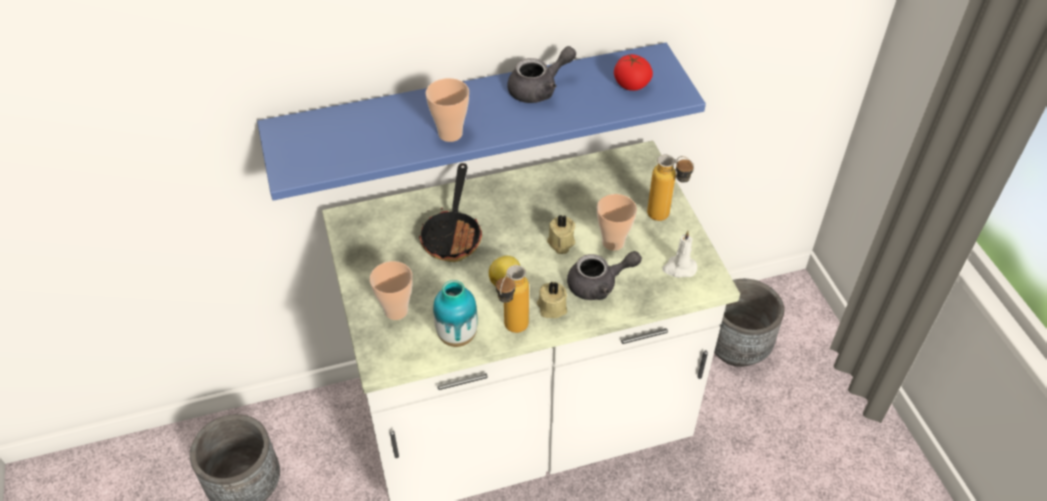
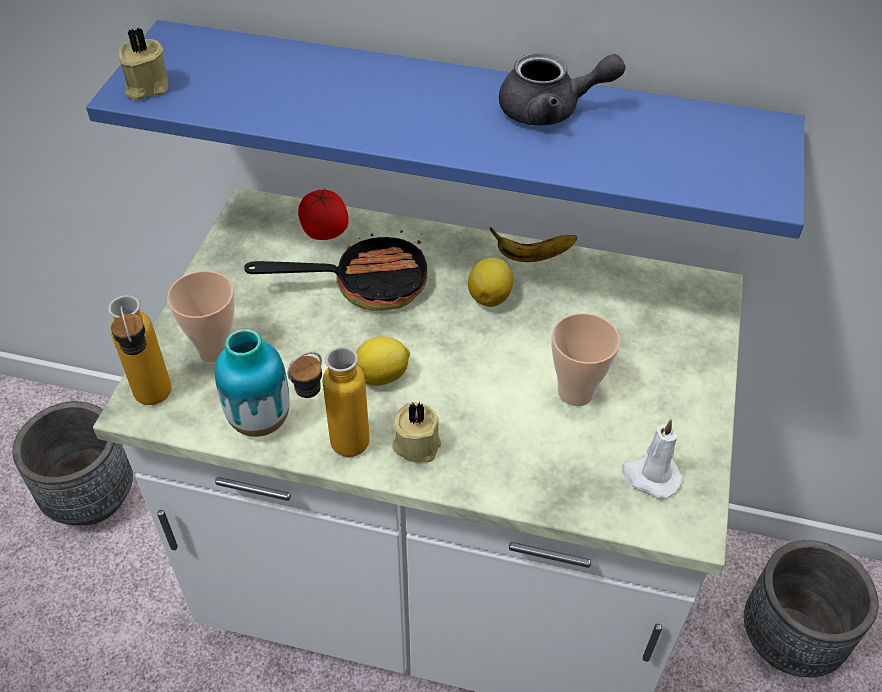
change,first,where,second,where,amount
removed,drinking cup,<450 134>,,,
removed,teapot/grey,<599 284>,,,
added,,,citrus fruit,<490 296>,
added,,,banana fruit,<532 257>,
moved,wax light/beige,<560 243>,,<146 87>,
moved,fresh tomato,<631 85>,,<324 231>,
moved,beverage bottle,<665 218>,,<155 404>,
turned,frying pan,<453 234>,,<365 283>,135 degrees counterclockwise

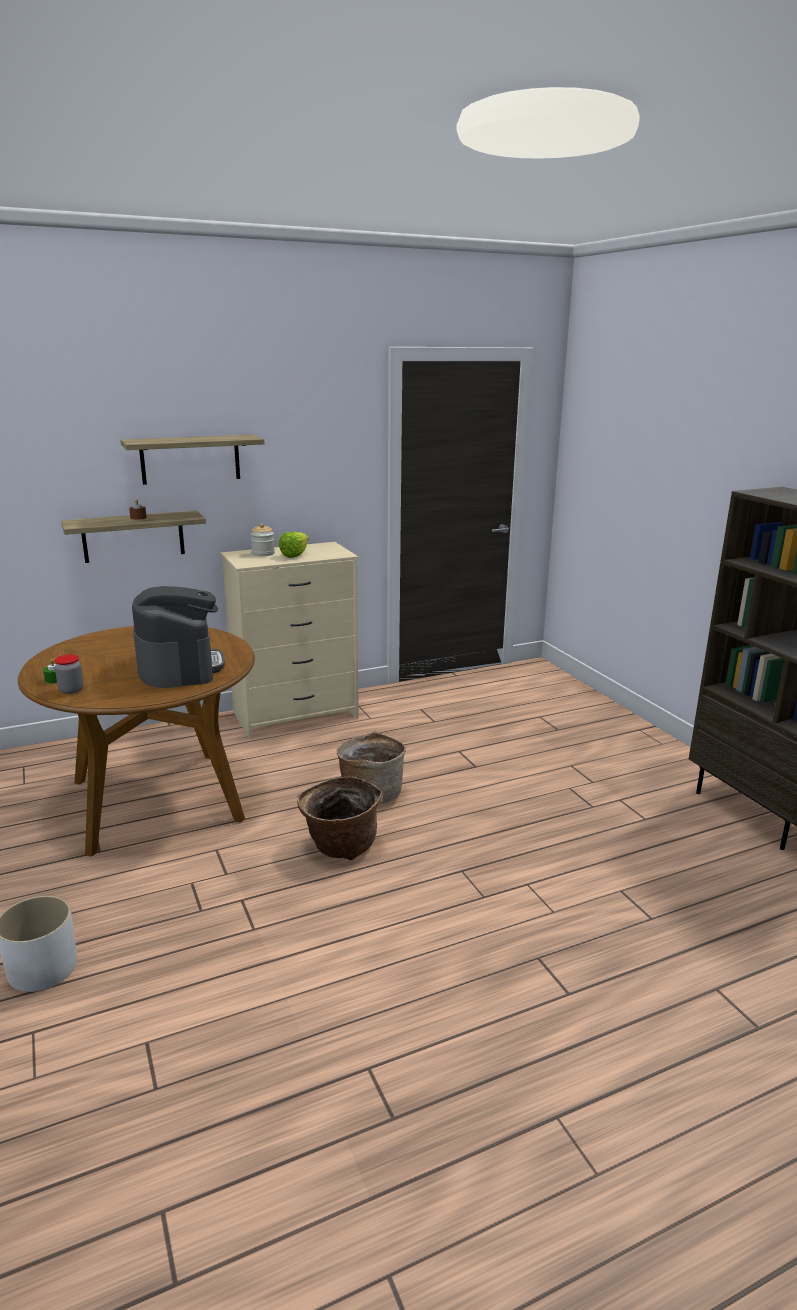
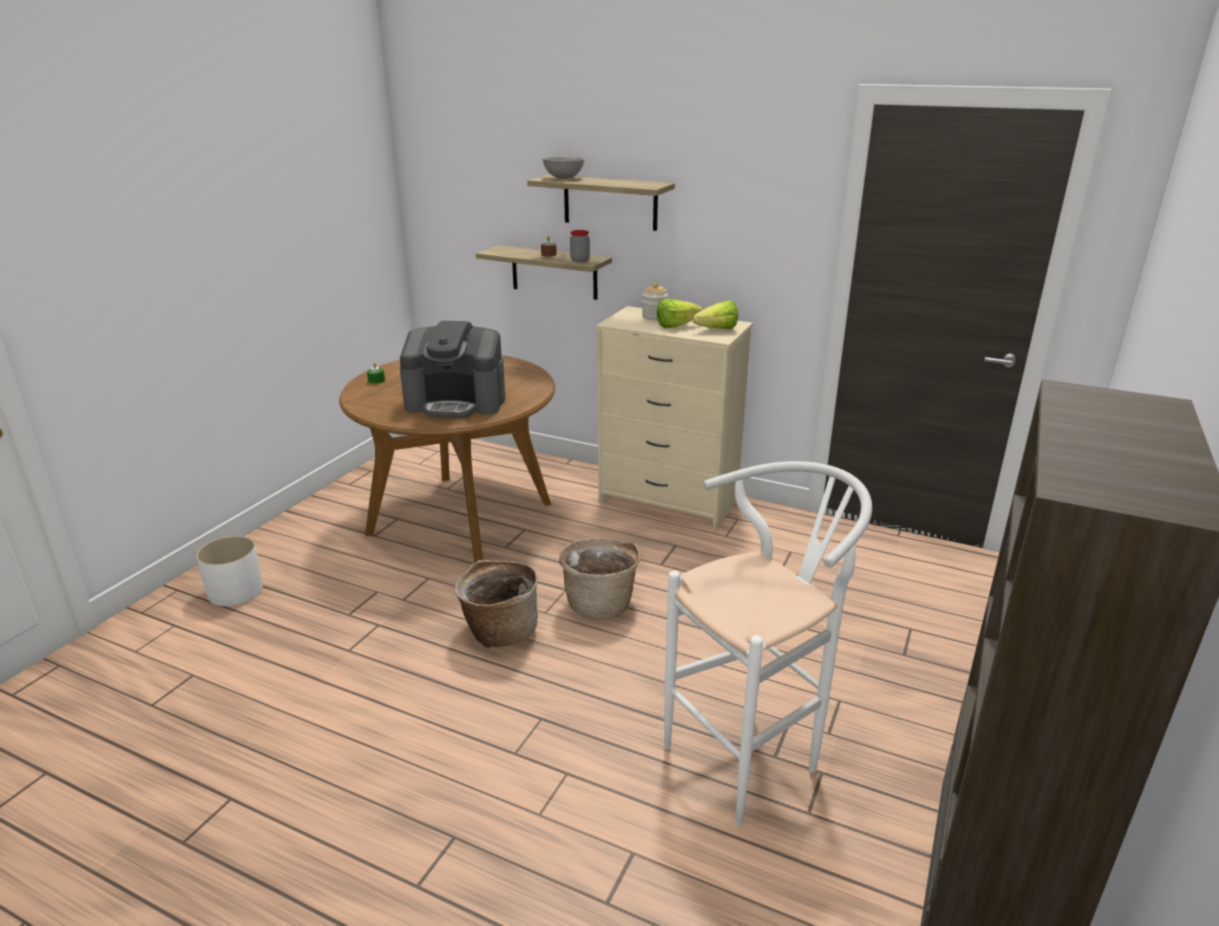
change,first,where,second,where,amount
added,,,serving bowl/grey,<563 178>,
added,,,stool/white,<753 756>,
added,,,lettuce,<713 330>,
moved,jar,<71 690>,,<580 260>,
turned,coffee machine,<180 667>,,<456 402>,60 degrees clockwise

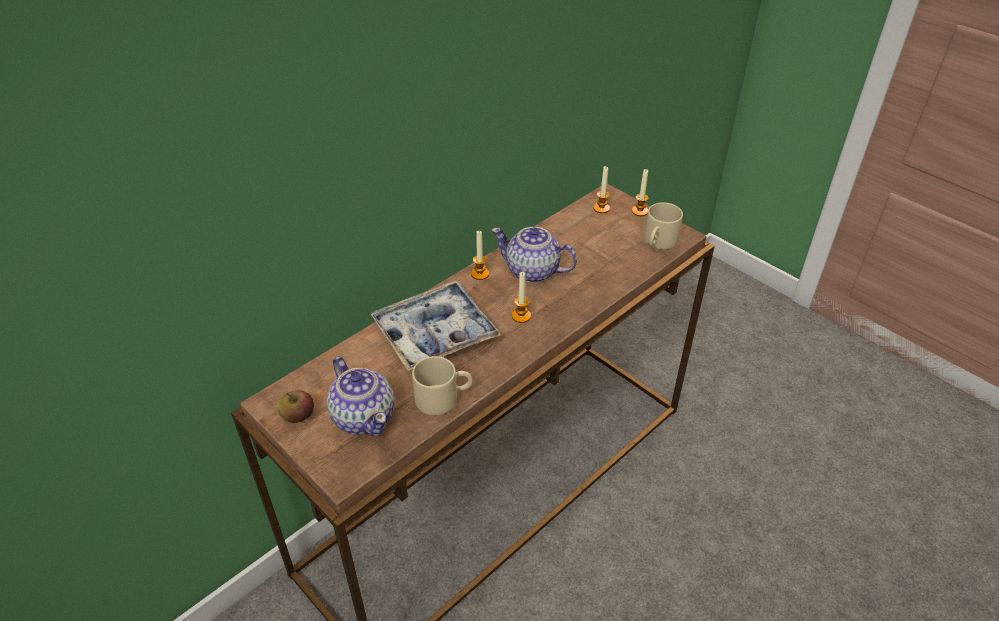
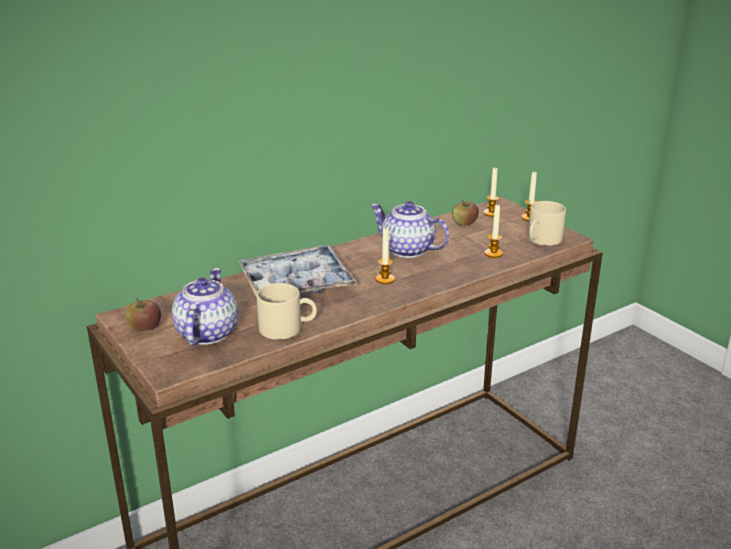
change,first,where,second,where,amount
added,,,apple,<464 224>,
moved,wax light,<480 274>,,<493 253>,
turned,teapot,<364 416>,,<206 334>,150 degrees counterclockwise

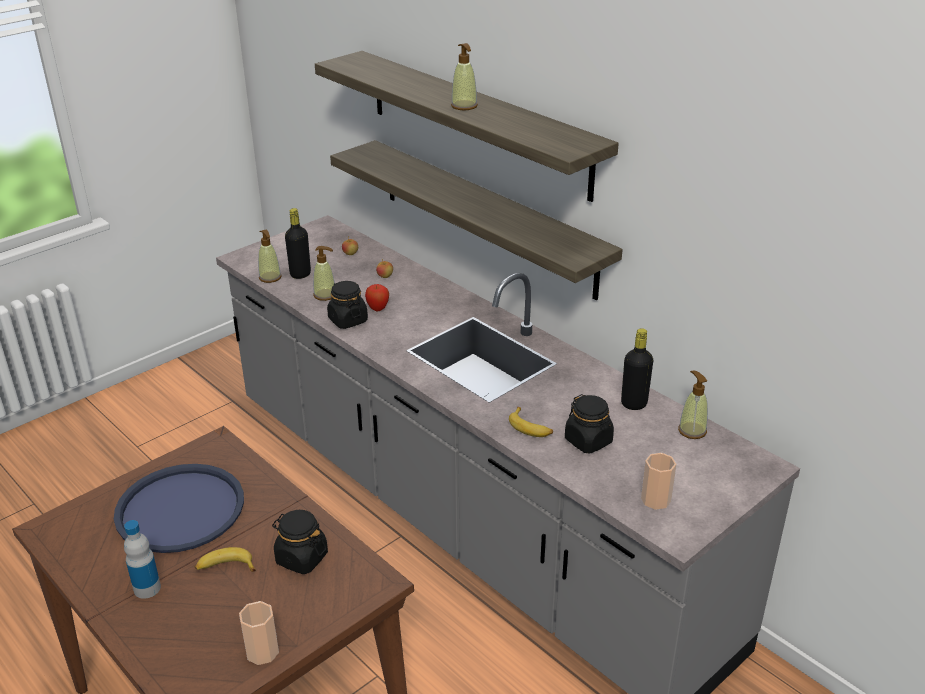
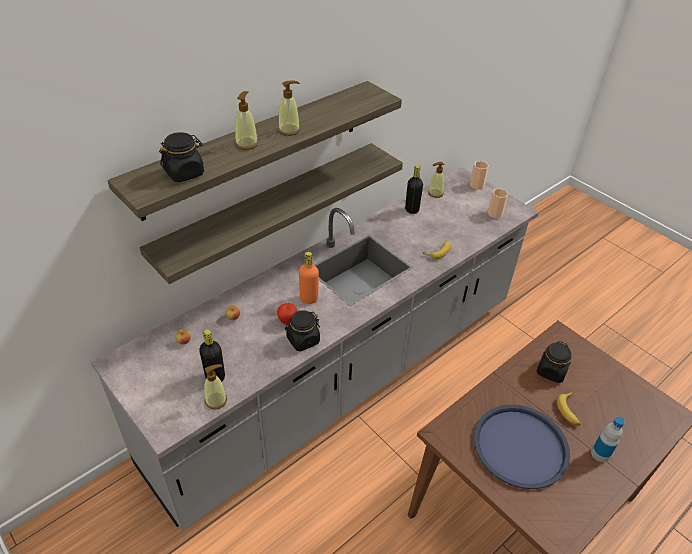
change,first,where,second,where,amount
added,,,beverage bottle/orange-coloured,<309 298>,
moved,drinking cup,<262 651>,,<476 185>,
moved,soap dispenser,<325 295>,,<246 144>,
moved,jar/black-coloured,<588 441>,,<184 173>,

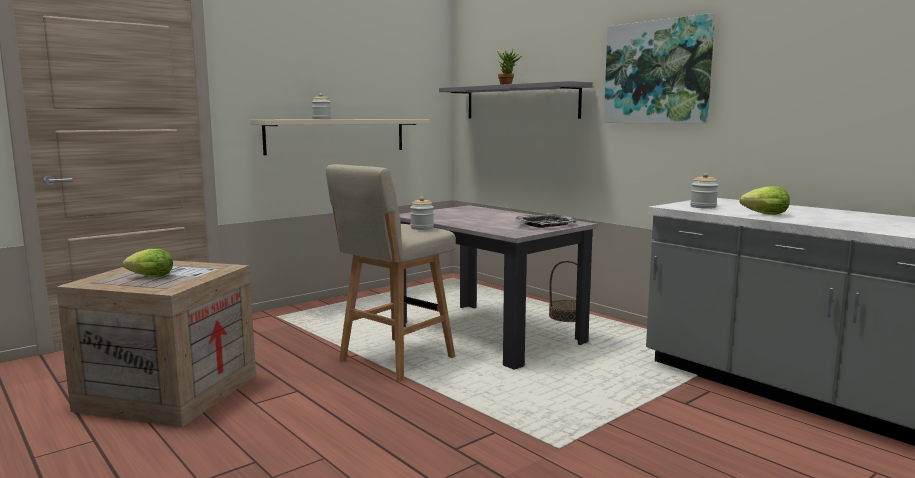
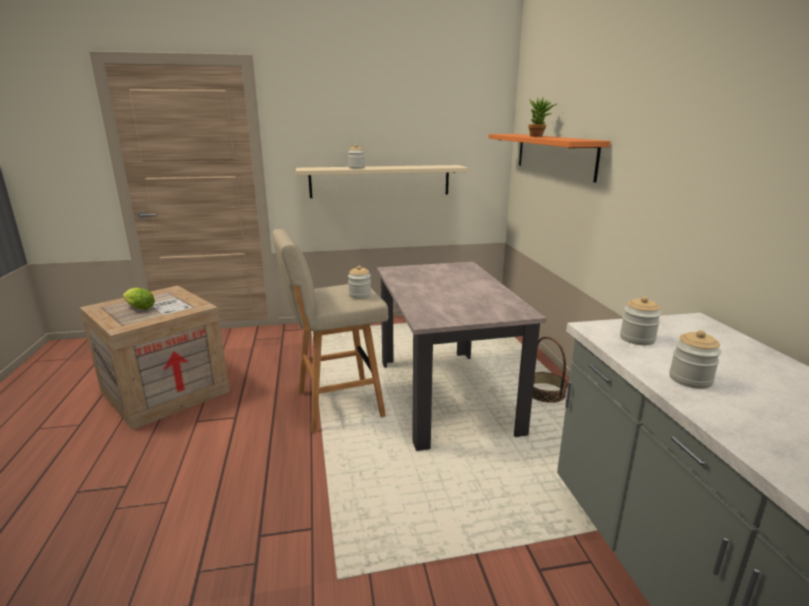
change,first,where,second,where,amount
removed,carrying tray,<545 225>,,,
removed,wall art,<657 72>,,,
replaced,lettuce,<762 214>,jar,<690 379>,
recoloured,bracket shelf/grey,<520 102>,bracket shelf/orange-coloured,<554 154>,

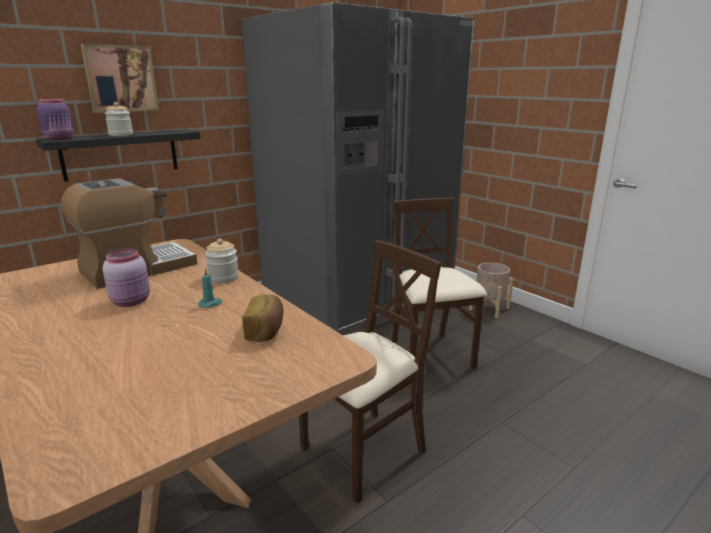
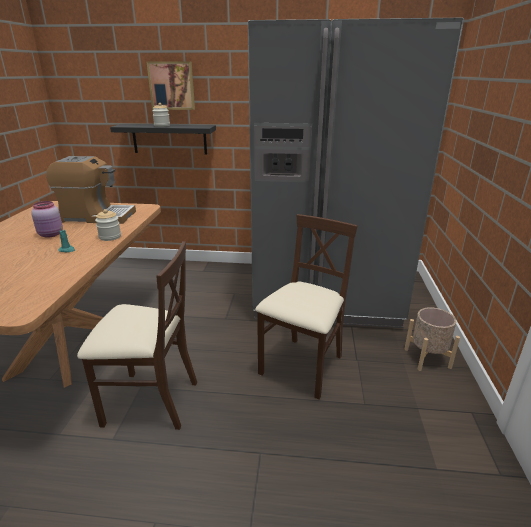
change,first,where,second,where,amount
removed,jar/purple-coloured,<60 138>,,,
removed,bread,<266 331>,,,

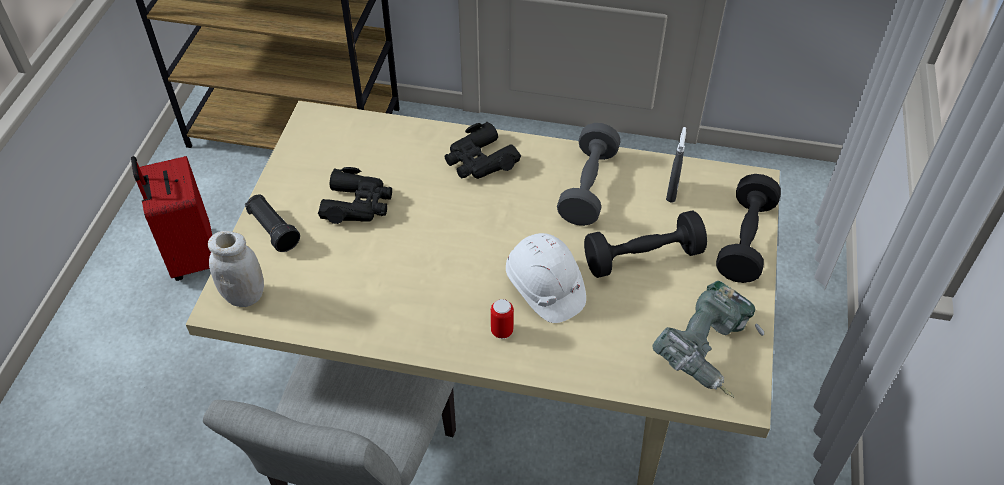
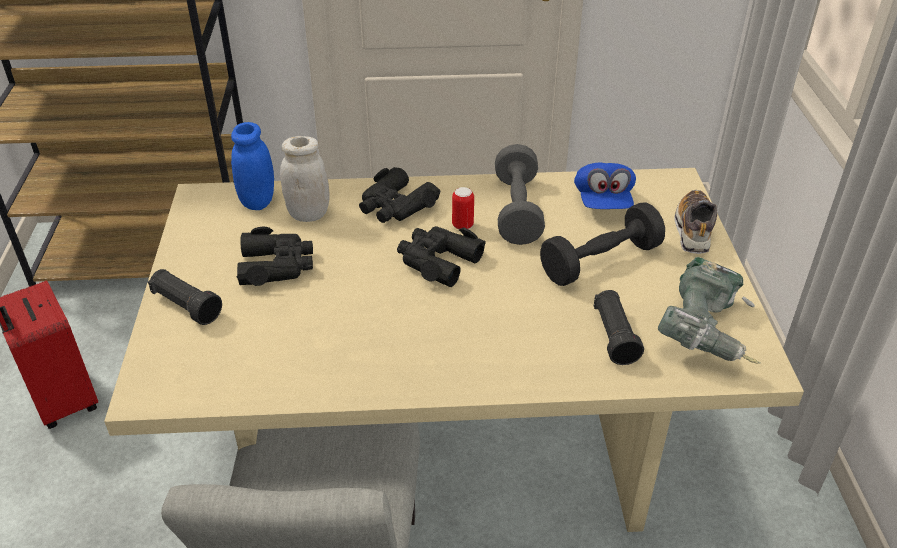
change,first,where,second,where,amount
removed,safety helmet/white,<544 288>,,,
added,,,jar/blue-coloured,<258 201>,
added,,,field glasses/black-coloured,<437 261>,
added,,,torch/black-coloured,<614 336>,
moved,jar/white,<244 295>,,<308 214>,
moved,sealed can,<502 331>,,<462 225>,
replaced,sprayer/grey,<672 192>,baseball cap/blue-coloured,<602 202>,
replaced,free weight/black-coloured,<745 241>,item of footwear,<693 230>,

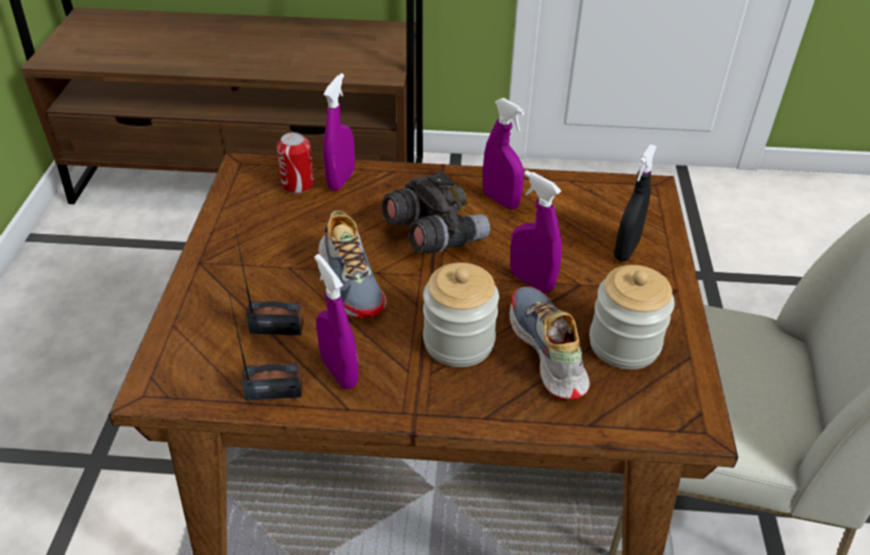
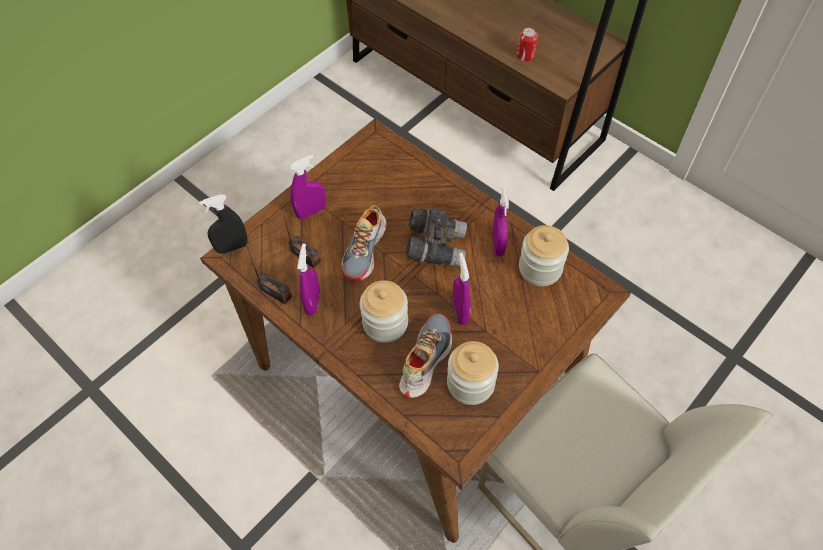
change,first,where,second,where,amount
added,,,jar,<540 268>,
moved,sealed can,<298 184>,,<525 56>,
moved,sprayer/purple-coloured,<341 180>,,<311 212>,
moved,sprayer/black-coloured,<626 250>,,<232 247>,

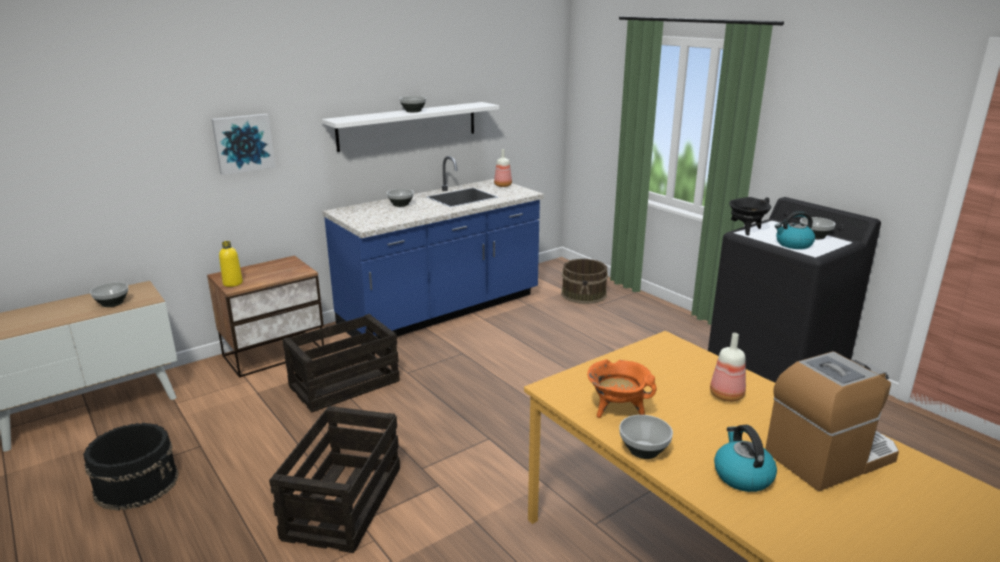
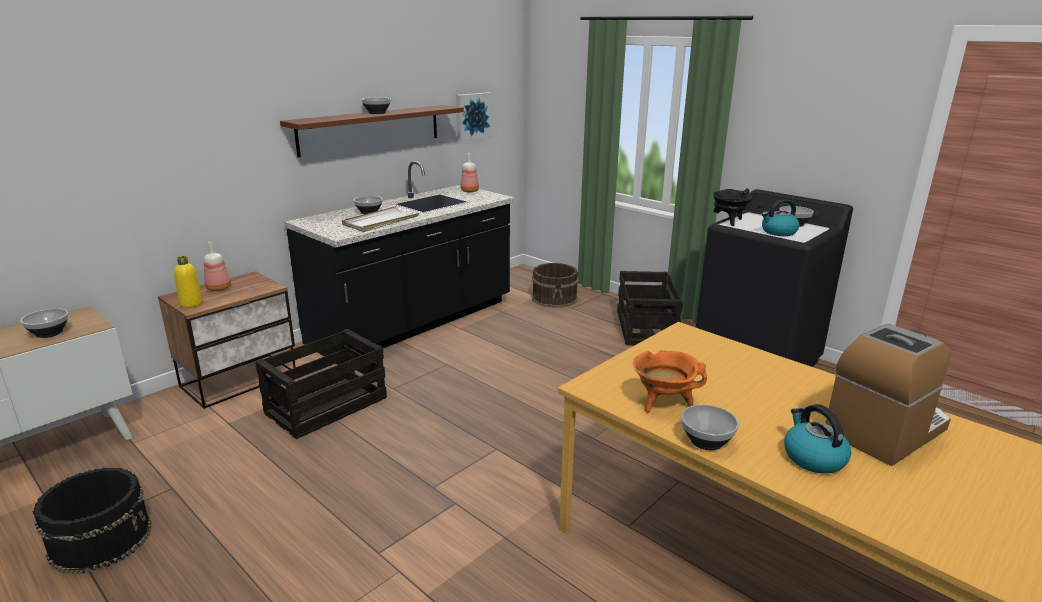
change,first,where,second,where,amount
added,,,carrying tray/white,<380 222>,
moved,wall art,<243 143>,,<472 116>,
moved,packing crate,<343 502>,,<645 327>,
moved,beverage bottle,<726 395>,,<219 288>,
recoloured,bracket shelf/white,<408 126>,bracket shelf/brown-coloured,<371 129>,
recoloured,kitchen counter/blue-coloured,<441 310>,kitchen counter/black-coloured,<414 323>,

